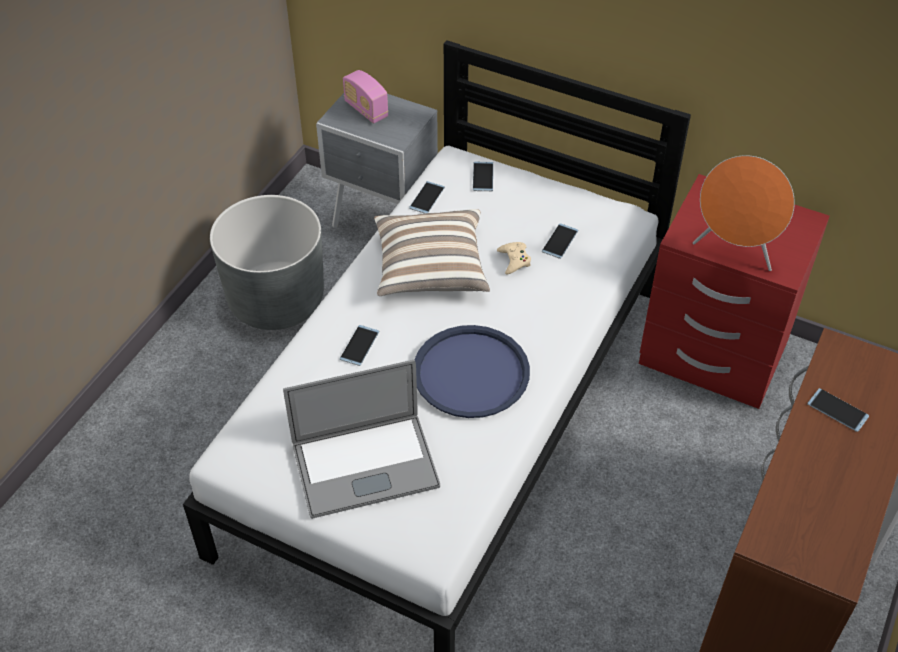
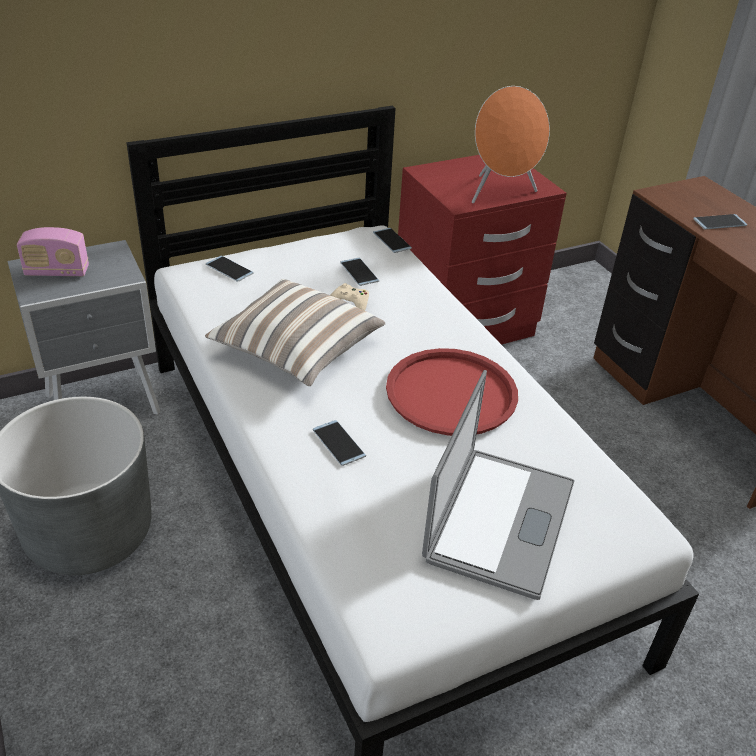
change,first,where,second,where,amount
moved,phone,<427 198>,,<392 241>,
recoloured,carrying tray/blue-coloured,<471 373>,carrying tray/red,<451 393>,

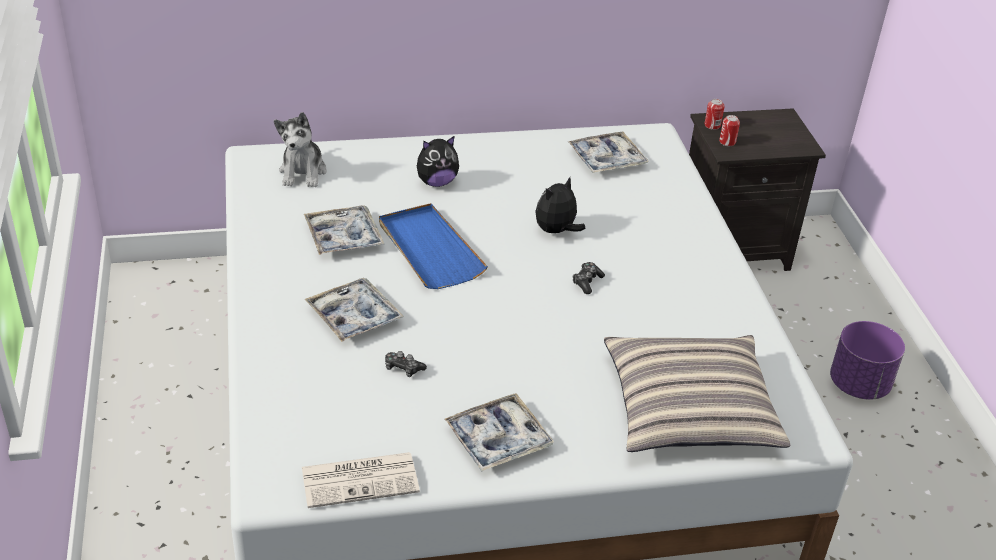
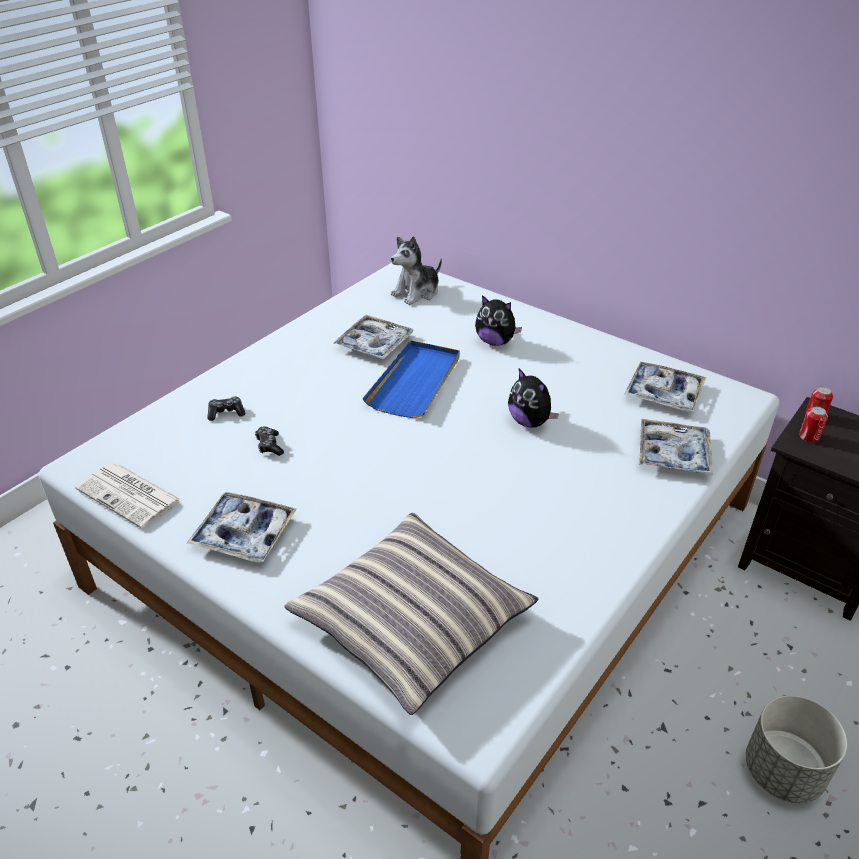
change,first,where,second,where,amount
moved,carrying tray,<354 316>,,<673 454>,
moved,gamepad,<587 282>,,<226 413>,
recoloured,flower pot/purple-coloured,<859 384>,flower pot/grey,<783 772>,
turned,plush toy,<556 231>,,<530 422>,135 degrees counterclockwise

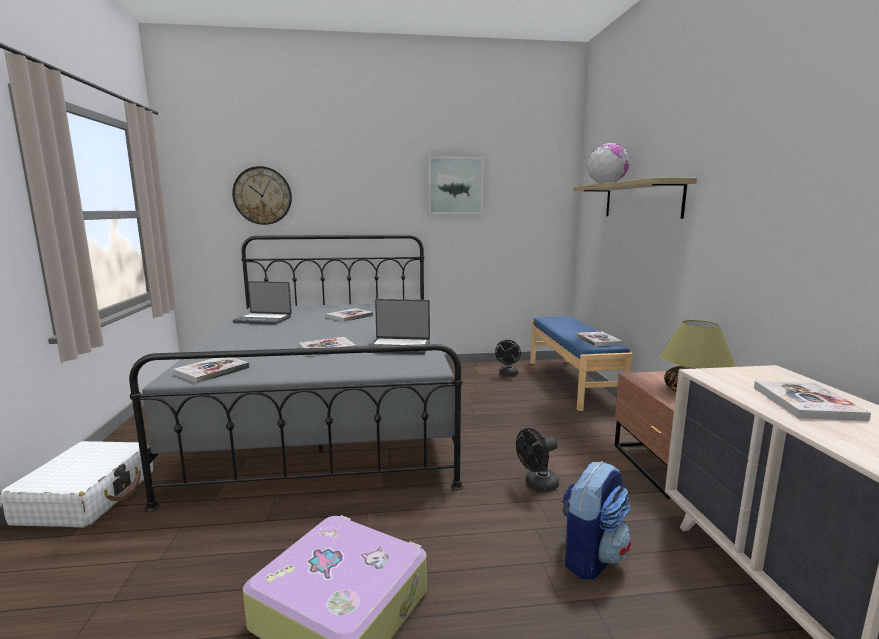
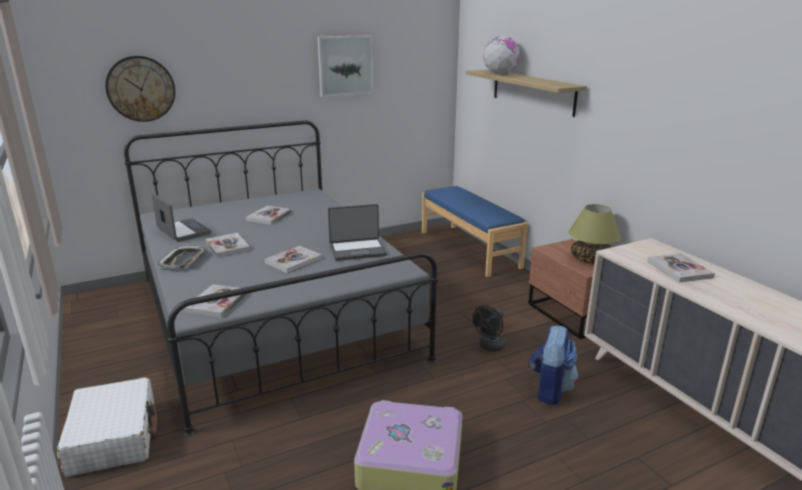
change,first,where,second,where,amount
removed,cooling fan/black-coloured,<508 374>,,,
added,,,carrying tray,<183 261>,
moved,volume,<598 340>,,<227 246>,
turned,portable computer,<263 319>,,<183 231>,120 degrees counterclockwise

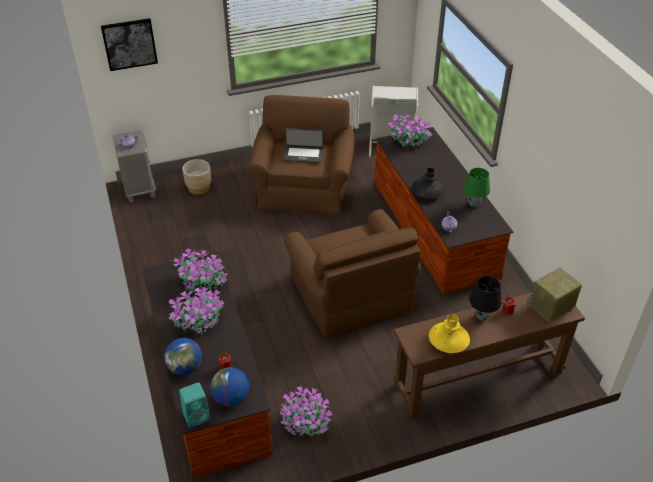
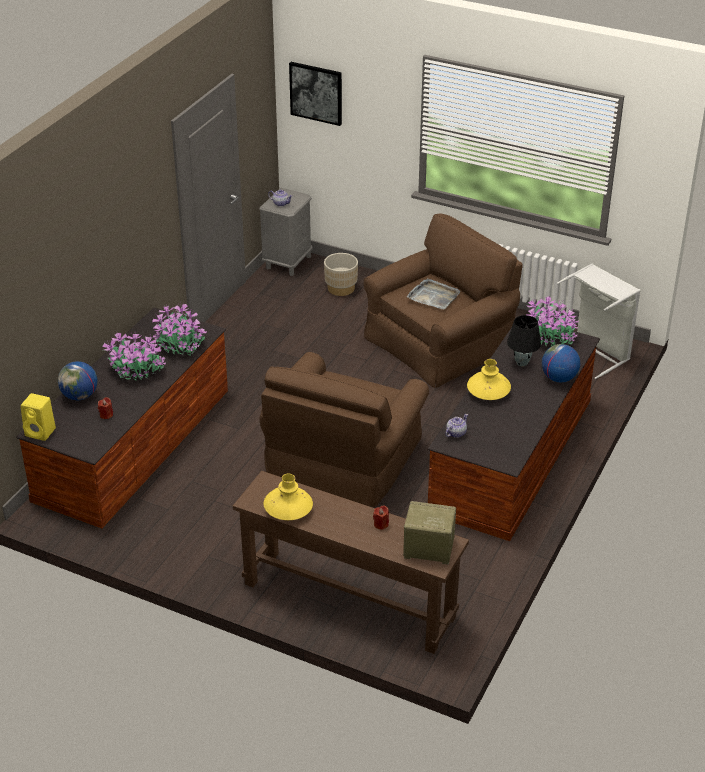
change,first,where,second,where,amount
removed,potted plant,<305 423>,,,
removed,lamp for a table/greenish,<474 204>,,,
moved,world globe,<231 398>,,<559 378>,
moved,lamp for a table/black-coloured,<482 316>,,<522 363>,
replaced,portable computer,<303 154>,carrying tray/grey,<433 296>,
recoloured,audio speaker/blue-green,<197 415>,audio speaker/yellow-coloured,<41 432>,
recoloured,vase/black-coloured,<427 193>,vase/yellow-coloured,<488 392>,

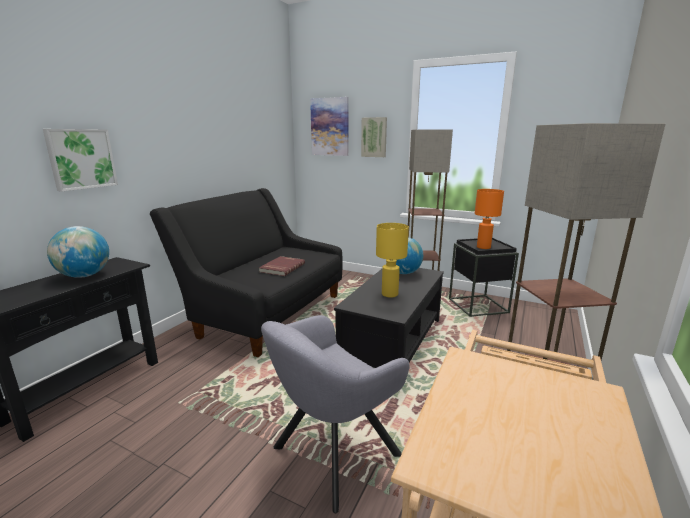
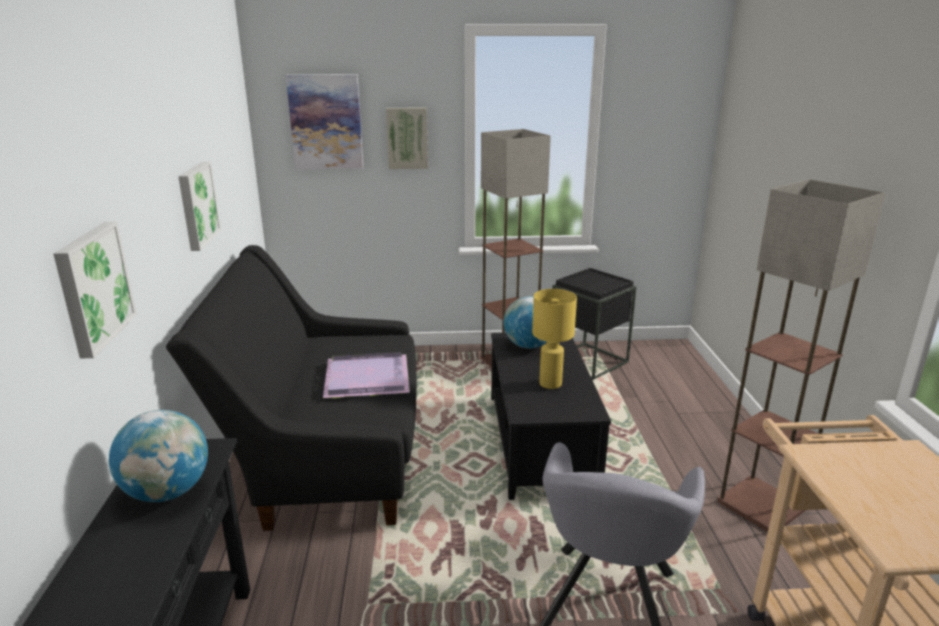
change,first,where,second,where,amount
removed,lamp for a table/orange-coloured,<483 247>,,,
added,,,wall art,<196 205>,
replaced,volume/red,<281 267>,carrying tray/purple-coloured,<365 379>,

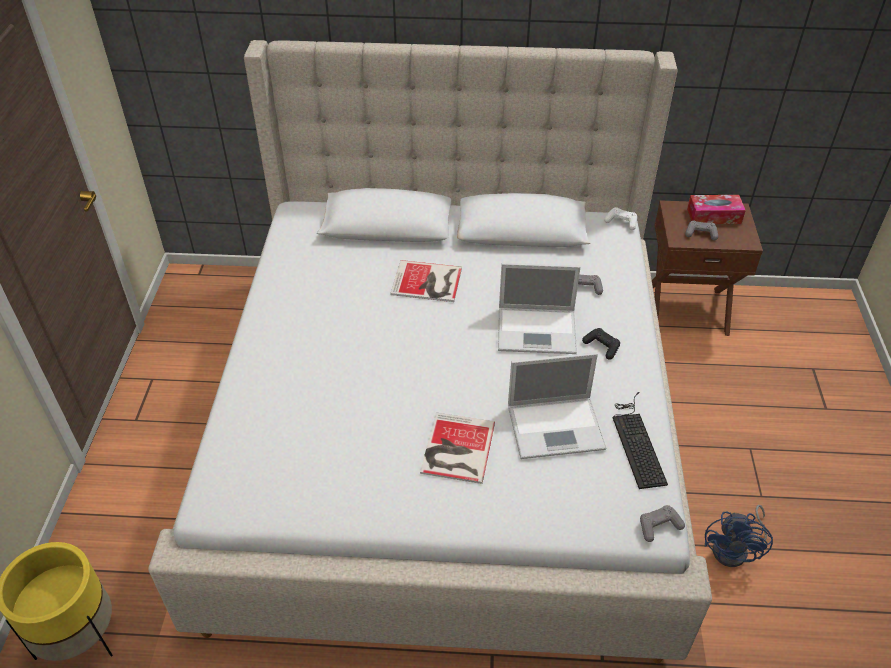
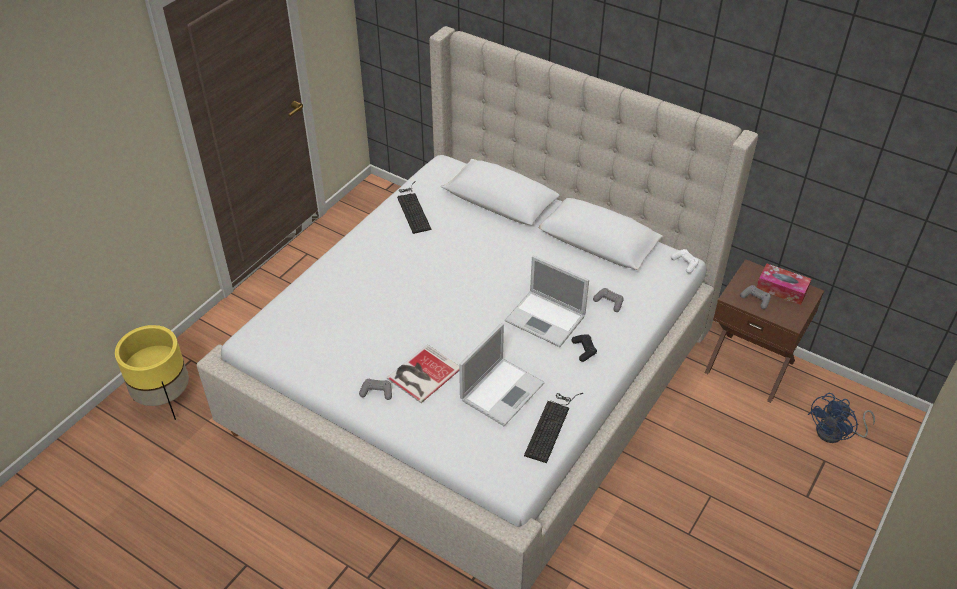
change,first,where,second,where,amount
removed,volume,<428 282>,,,
added,,,PC keyboard,<413 208>,
moved,gamepad/grey,<659 526>,,<377 392>,
moved,cooling fan/blue-coloured,<735 550>,,<835 433>,
turned,portable computer,<557 427>,,<503 390>,75 degrees counterclockwise

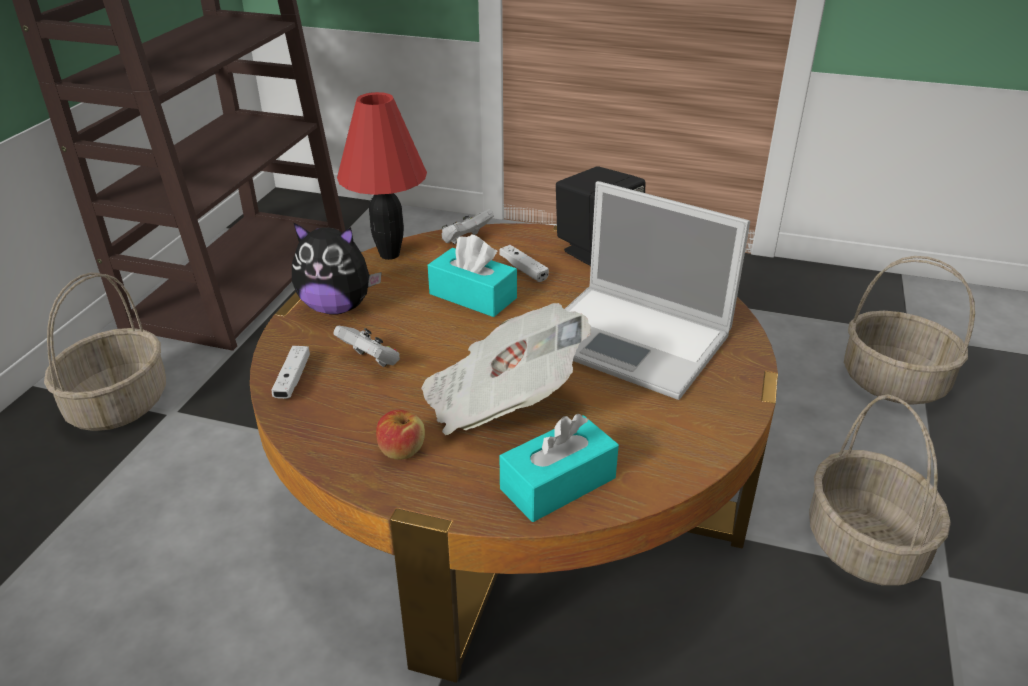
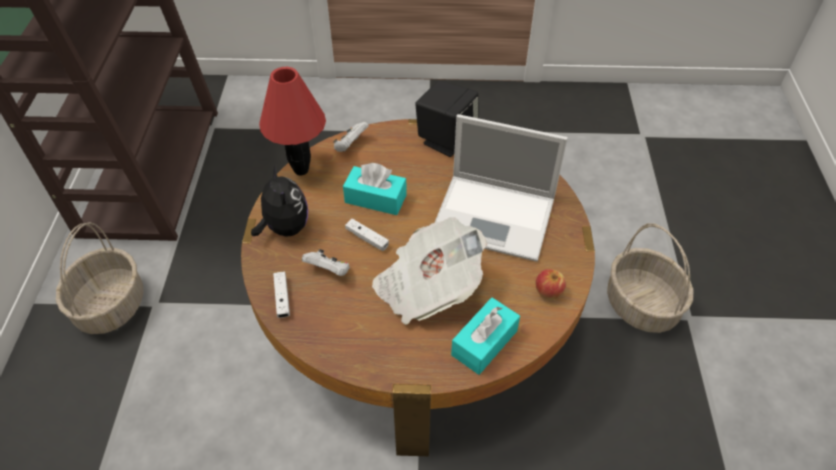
change,first,where,second,where,amount
removed,storage basket,<894 382>,,,
moved,apple,<402 450>,,<548 291>,
moved,gamepad/white,<523 269>,,<367 238>,
turned,plush toy,<337 307>,,<284 228>,105 degrees counterclockwise

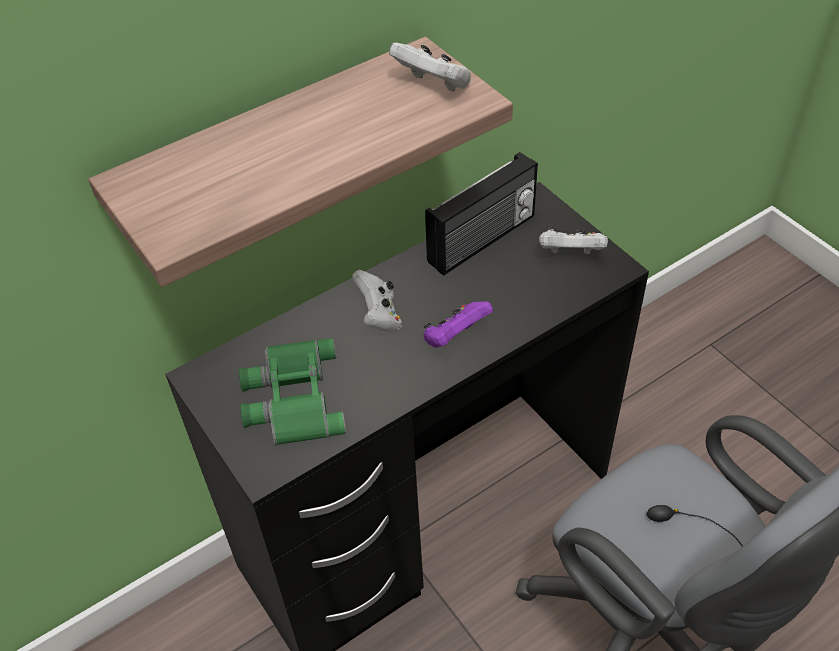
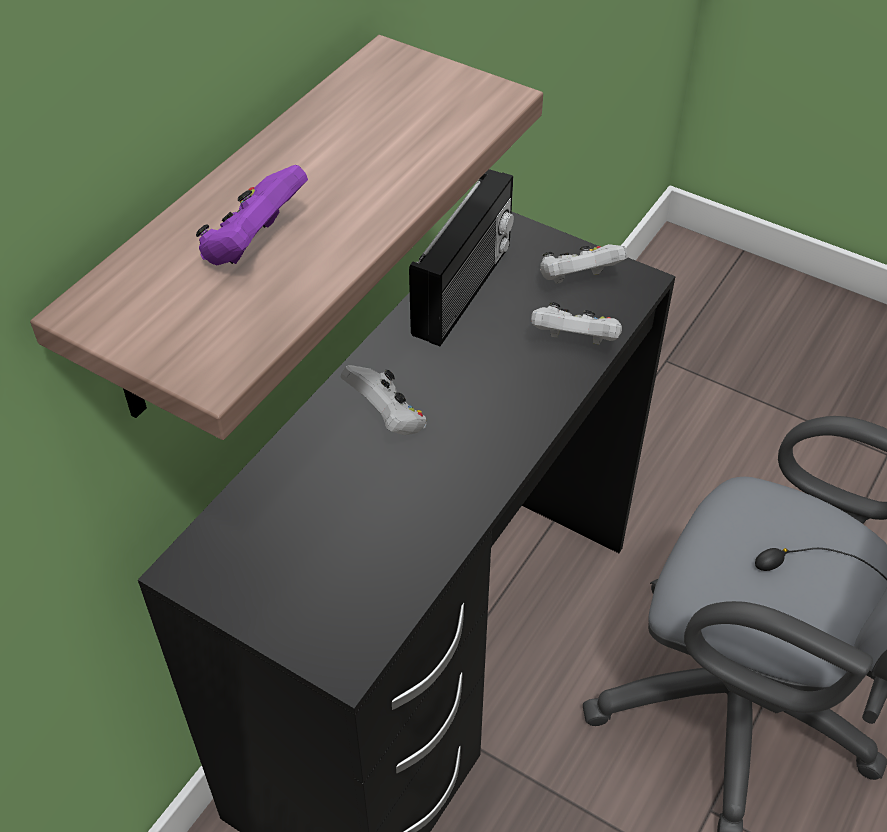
change,first,where,second,where,amount
removed,field glasses/greenish,<291 398>,,,
moved,gamepad/white,<434 86>,,<575 342>,
moved,gamepad/purple-coloured,<455 337>,,<254 245>,

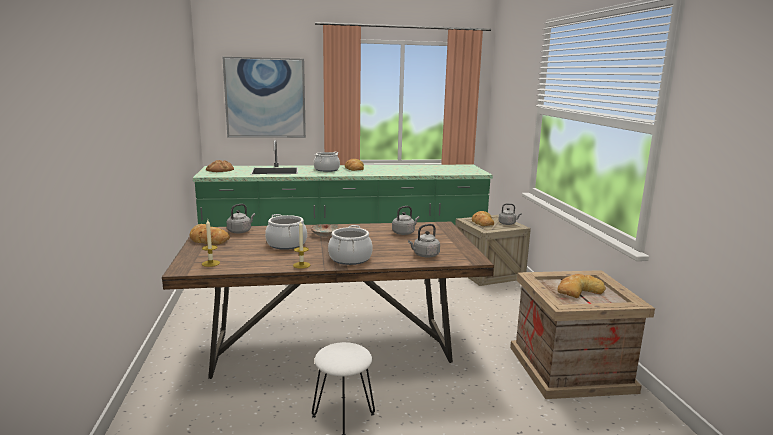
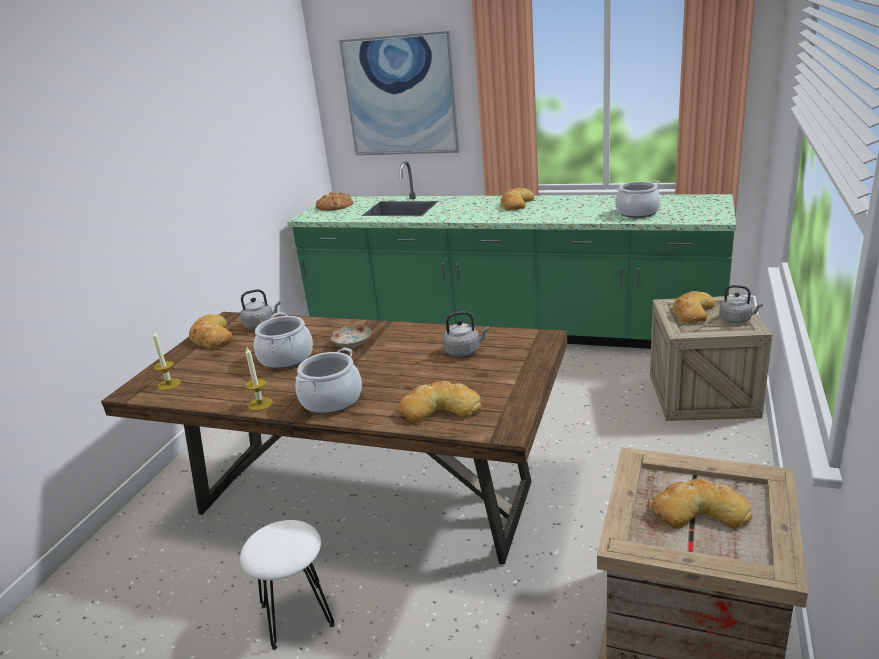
change,first,where,second,where,amount
moved,cooking pot,<326 170>,,<637 213>,
replaced,tea kettle/grey,<425 255>,bread,<439 408>,

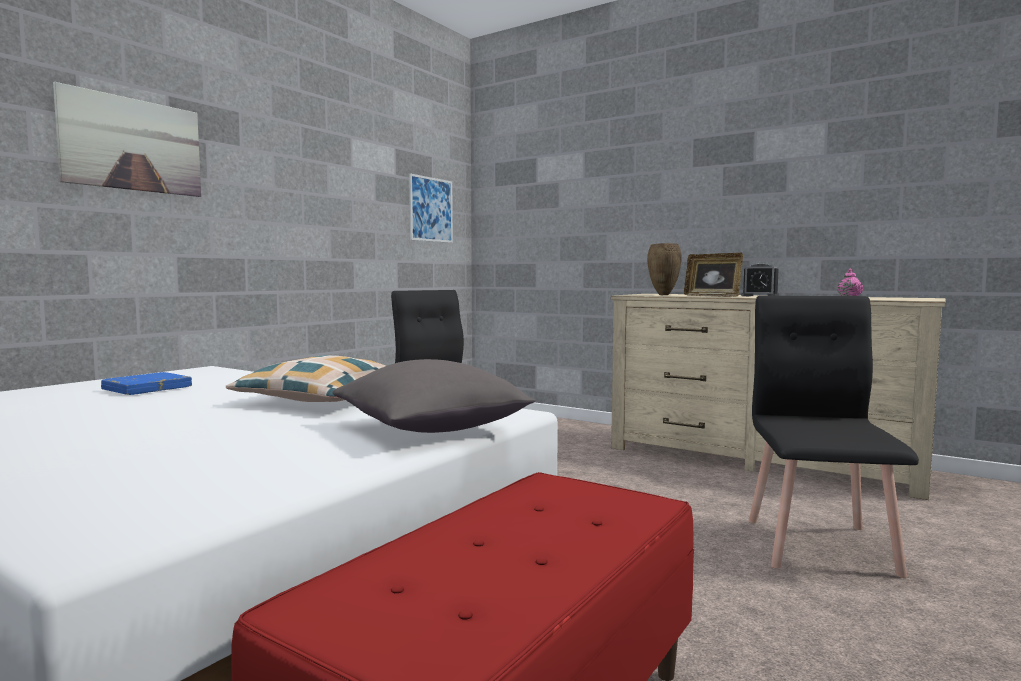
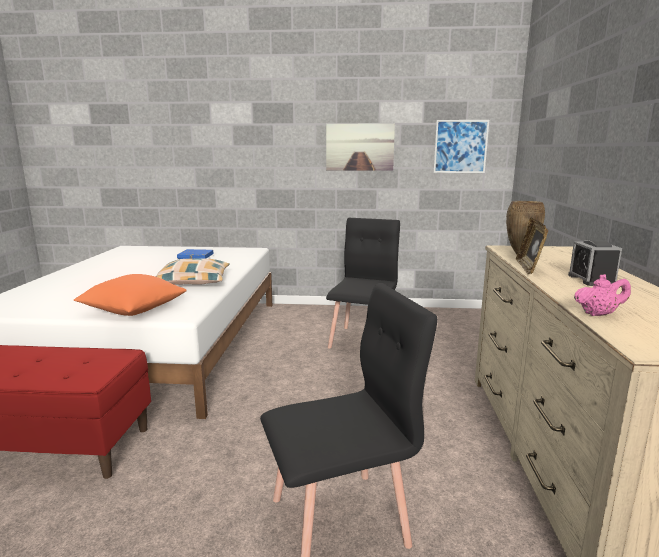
change,first,where,second,where,amount
moved,wall art,<132 144>,,<359 147>,
recoloured,throw pillow/grey,<431 429>,throw pillow/orange-coloured,<133 310>,

